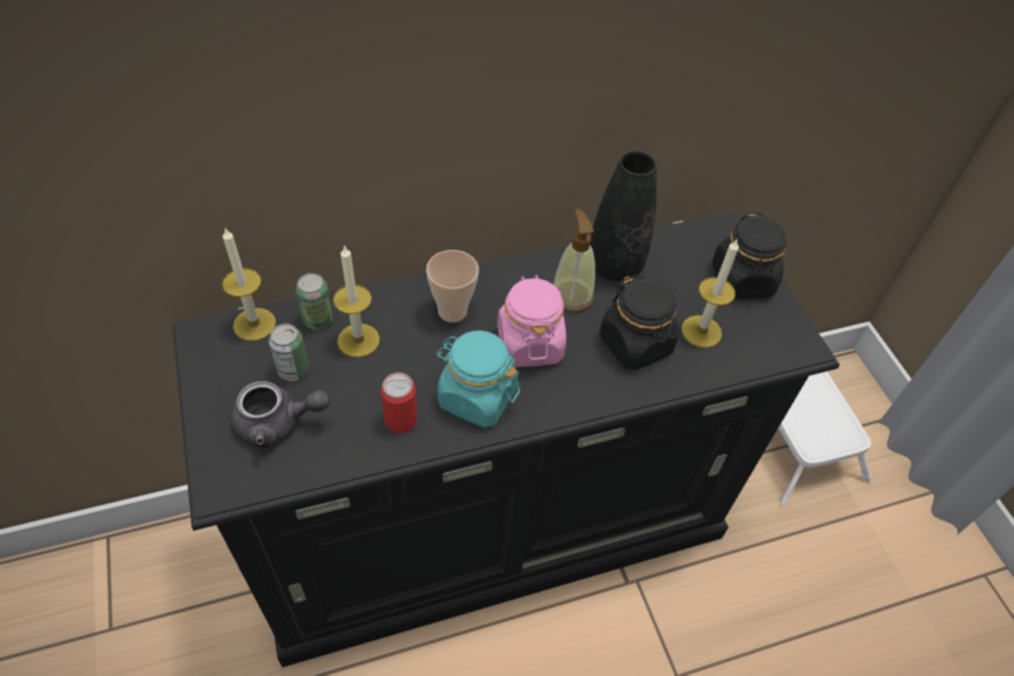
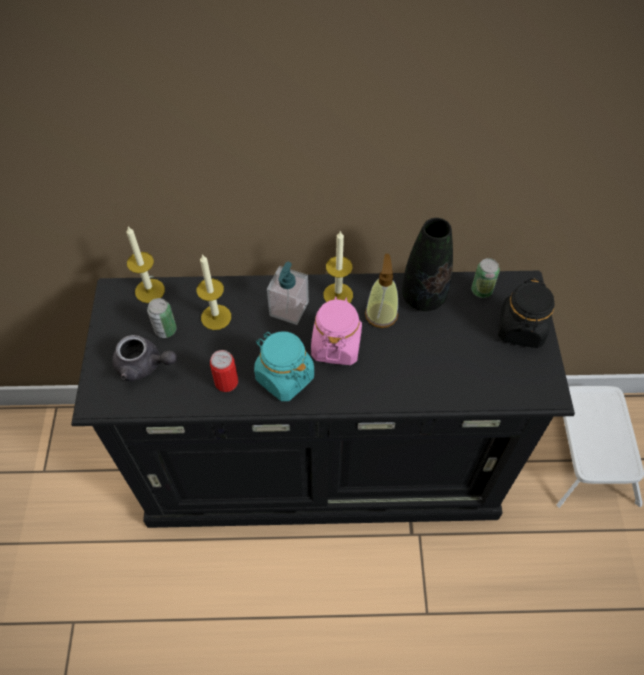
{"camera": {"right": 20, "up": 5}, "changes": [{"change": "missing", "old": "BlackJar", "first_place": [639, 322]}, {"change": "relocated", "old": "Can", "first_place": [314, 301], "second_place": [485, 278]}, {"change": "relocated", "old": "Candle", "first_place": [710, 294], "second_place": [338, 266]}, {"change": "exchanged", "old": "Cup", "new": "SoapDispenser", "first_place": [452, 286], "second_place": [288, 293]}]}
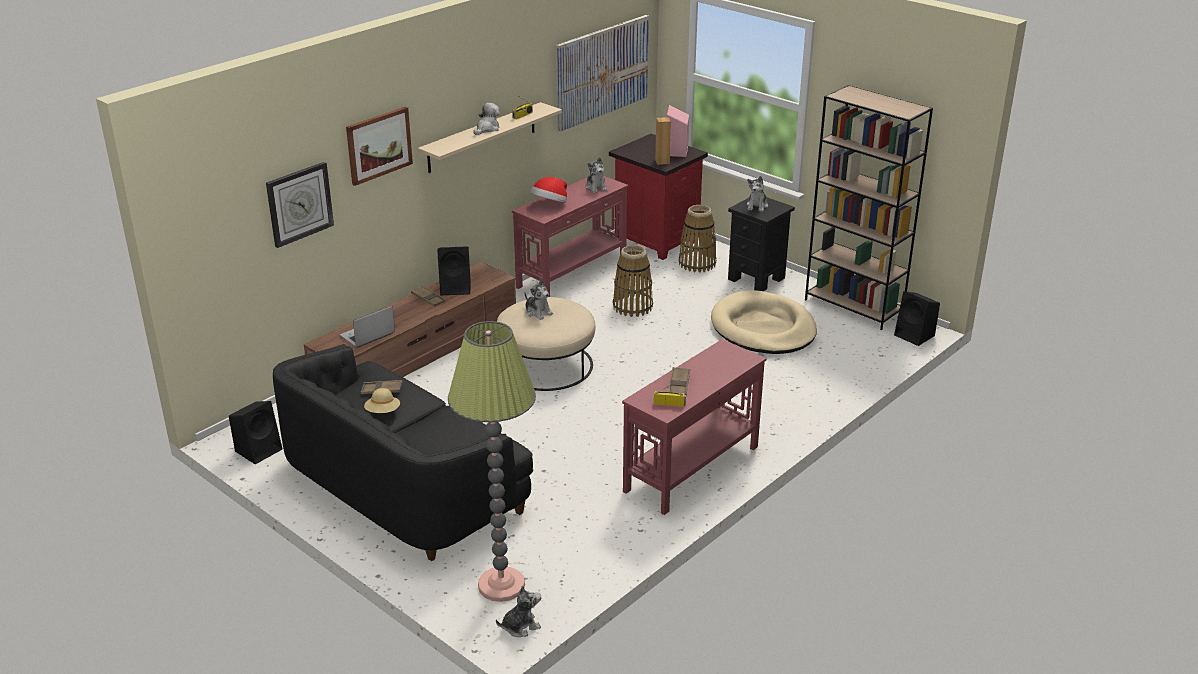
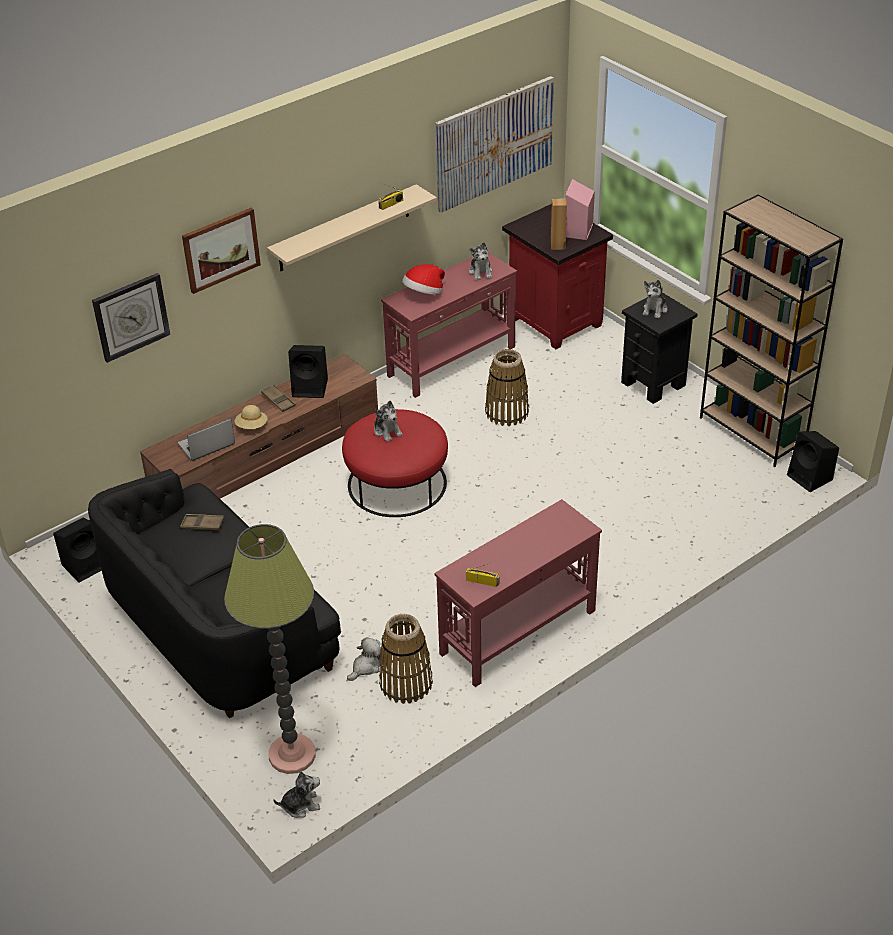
{"camera": {"right": 10, "up": 10}, "changes": [{"change": "missing", "old": "BrownTray", "first_place": [679, 381]}, {"change": "missing", "old": "BeigeDogBed", "first_place": [764, 322]}, {"change": "relocated", "old": "BeigeHat", "first_place": [382, 400], "second_place": [251, 417]}, {"change": "relocated", "old": "PlushToy", "first_place": [486, 119], "second_place": [364, 659]}, {"change": "relocated", "old": "Basket", "first_place": [697, 239], "second_place": [406, 659]}, {"change": "colour", "old": "BeigeOttoman", "new": "RedOttoman", "first_place": [546, 344], "second_place": [395, 463]}]}
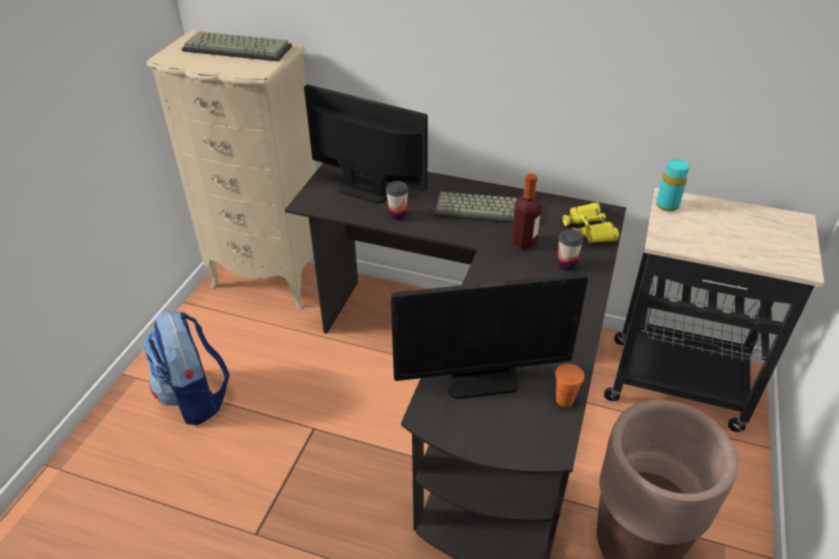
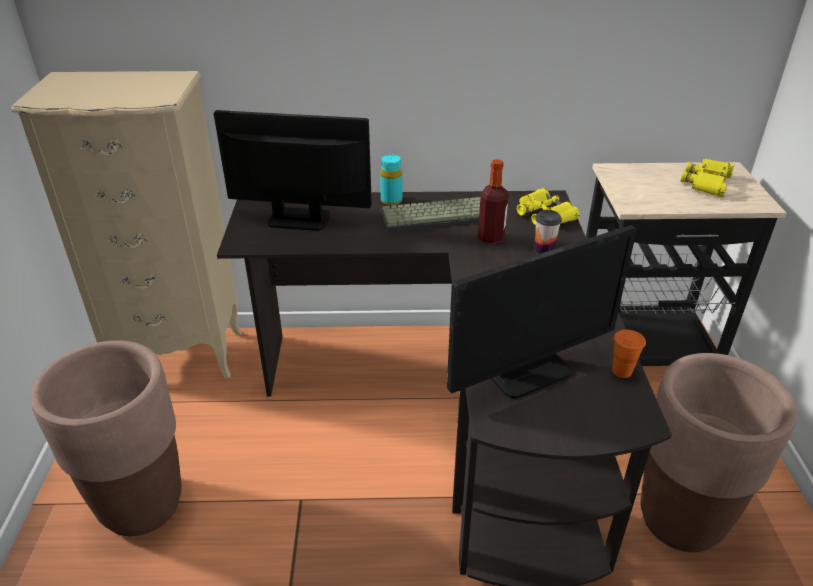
{"camera": {"right": -20, "up": -5}, "changes": [{"change": "missing", "old": "Keyboard", "first_place": [237, 46]}, {"change": "missing", "old": "Cup", "first_place": [397, 201]}, {"change": "appeared", "new": "YellowBinoculars", "second_place": [707, 177]}, {"change": "relocated", "old": "TurquoiseBottle", "first_place": [672, 185], "second_place": [391, 180]}, {"change": "exchanged", "old": "Backpack", "new": "BrownPlanter", "first_place": [187, 367], "second_place": [106, 438]}]}
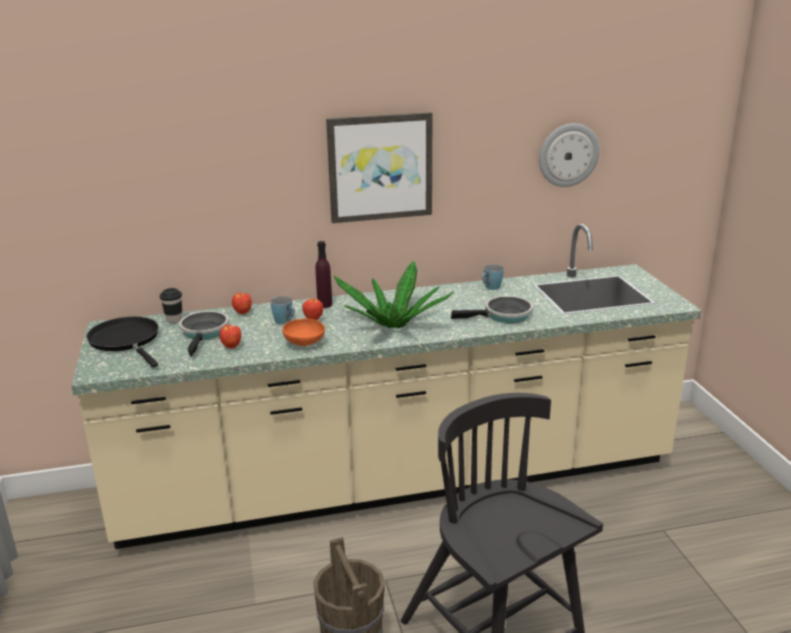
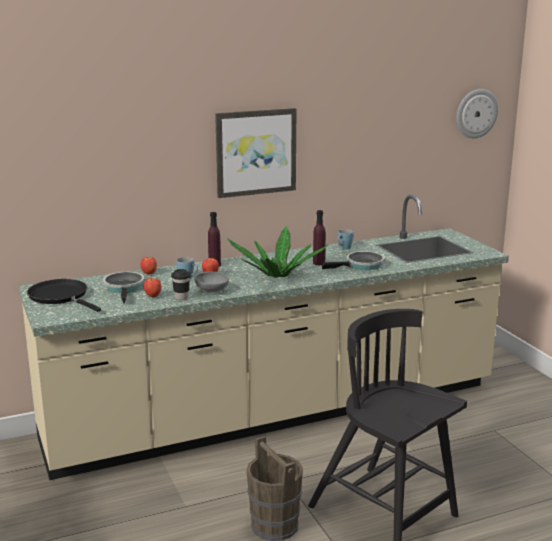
{"camera": {"right": -10, "up": -5}, "changes": [{"change": "appeared", "new": "PurpleBottle", "second_place": [319, 237]}, {"change": "relocated", "old": "BlackCup", "first_place": [171, 305], "second_place": [180, 284]}, {"change": "relocated", "old": "WallClock", "first_place": [569, 155], "second_place": [477, 113]}, {"change": "colour", "old": "OrangeBowl", "new": "GreyBowl", "first_place": [303, 332], "second_place": [212, 282]}]}
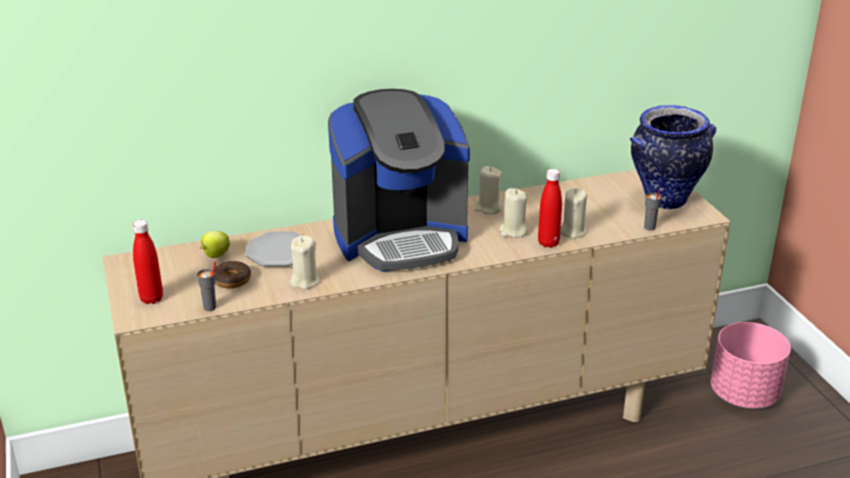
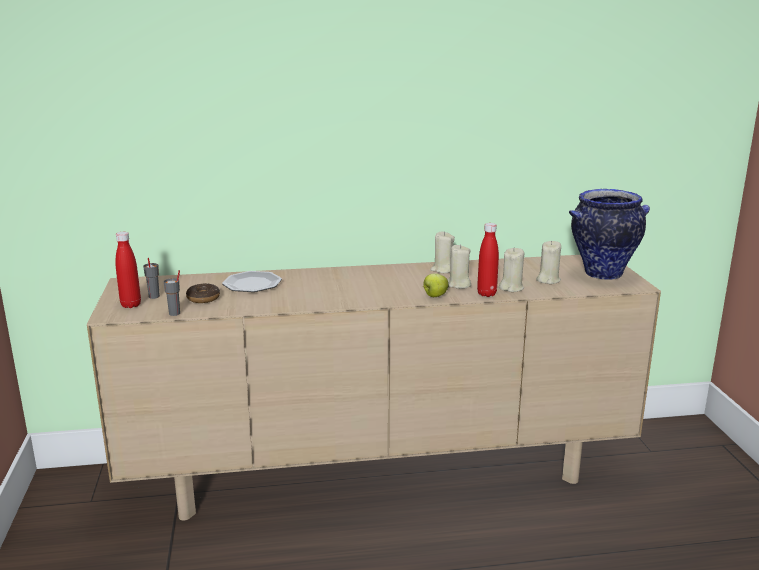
{"camera": {"right": 10, "up": -10}, "changes": [{"change": "missing", "old": "CoffeeMachine", "first_place": [399, 180]}, {"change": "missing", "old": "PinkPlanter", "first_place": [751, 365]}, {"change": "relocated", "old": "Apple", "first_place": [215, 244], "second_place": [436, 285]}, {"change": "relocated", "old": "BeigeCandle", "first_place": [304, 262], "second_place": [548, 262]}, {"change": "relocated", "old": "GreyCup", "first_place": [653, 210], "second_place": [151, 278]}]}
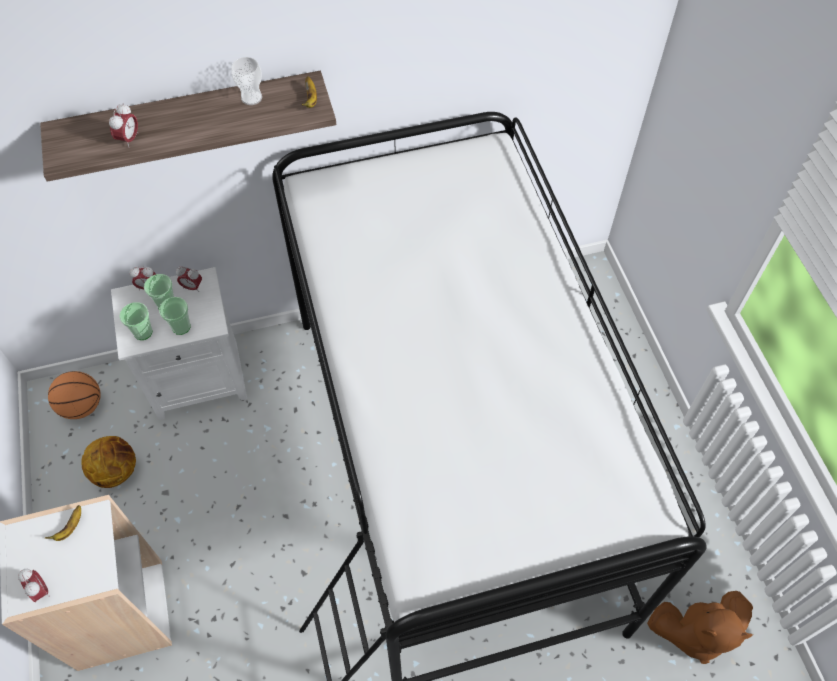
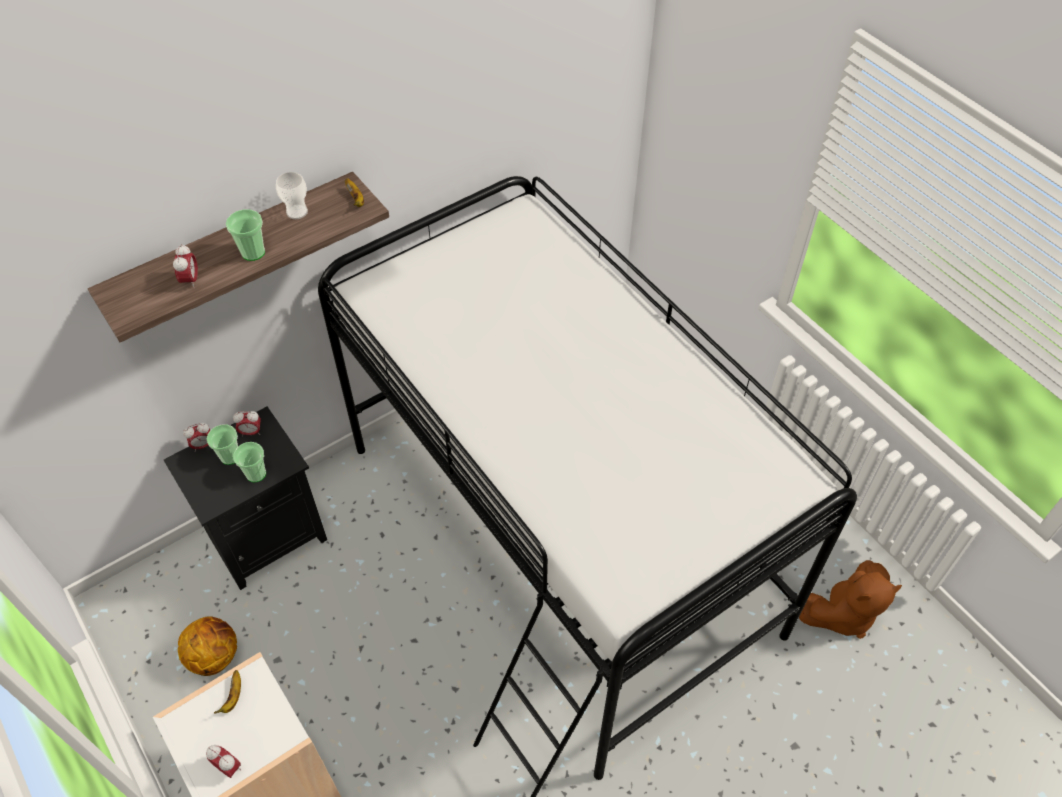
{"camera": {"right": -20, "up": -5}, "changes": [{"change": "missing", "old": "Basketball", "first_place": [74, 395]}, {"change": "relocated", "old": "Cup", "first_place": [136, 321], "second_place": [245, 235]}, {"change": "colour", "old": "WhiteNightstand", "new": "BlackNightstand", "first_place": [179, 343], "second_place": [245, 498]}]}
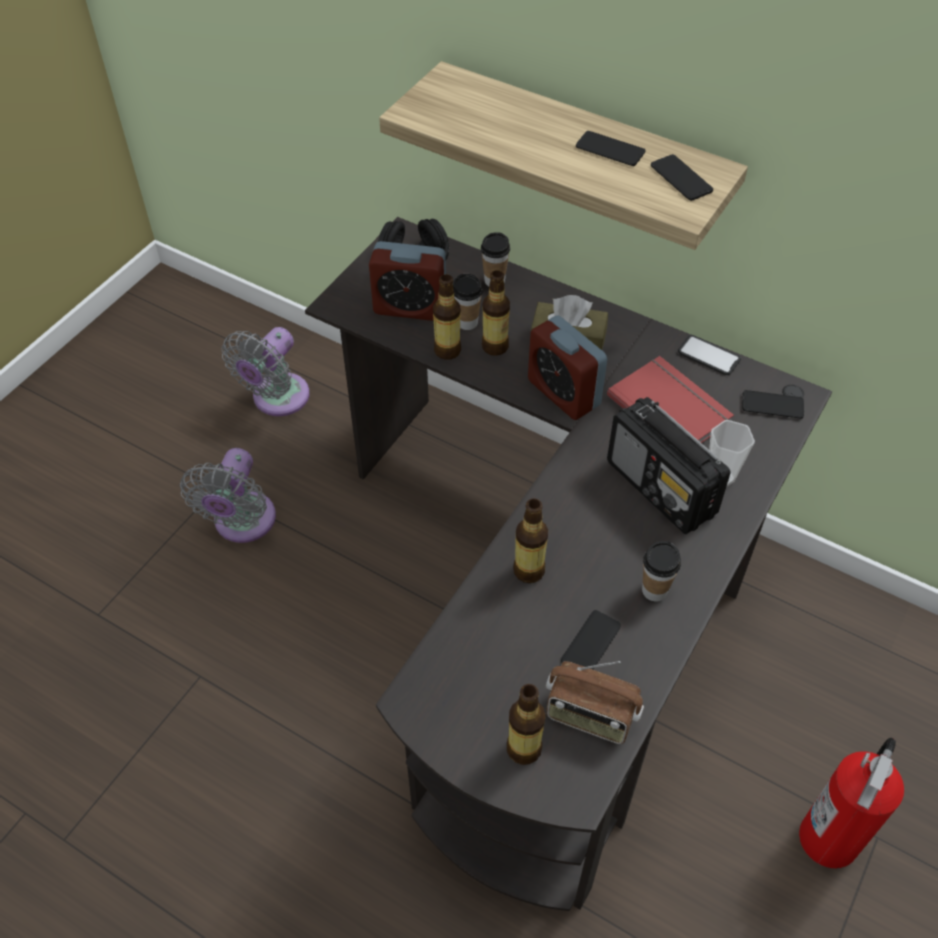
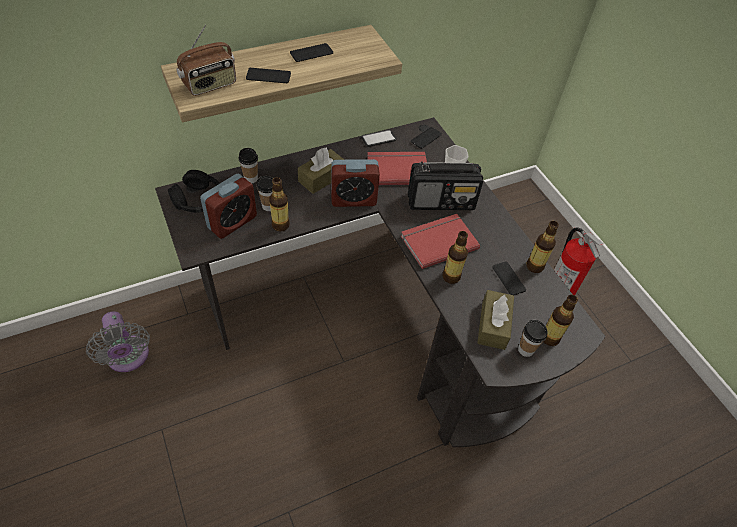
{"camera": {"right": -60, "up": 0}, "changes": [{"change": "missing", "old": "GreyFan", "first_place": [228, 495]}, {"change": "appeared", "new": "RedBook", "second_place": [440, 241]}, {"change": "appeared", "new": "BrownTissueBox", "second_place": [495, 320]}, {"change": "relocated", "old": "Bottle", "first_place": [496, 313], "second_place": [542, 247]}, {"change": "relocated", "old": "Radio", "first_place": [595, 702], "second_place": [206, 60]}, {"change": "relocated", "old": "Cup", "first_place": [661, 571], "second_place": [532, 338]}, {"change": "relocated", "old": "Phone", "first_place": [682, 177], "second_place": [268, 75]}]}
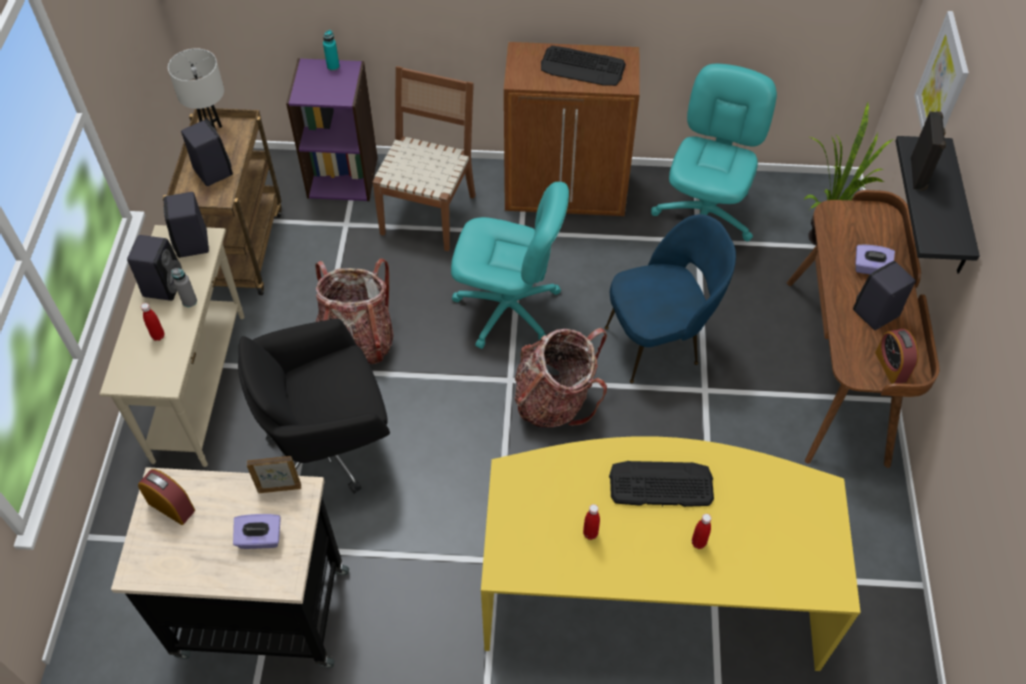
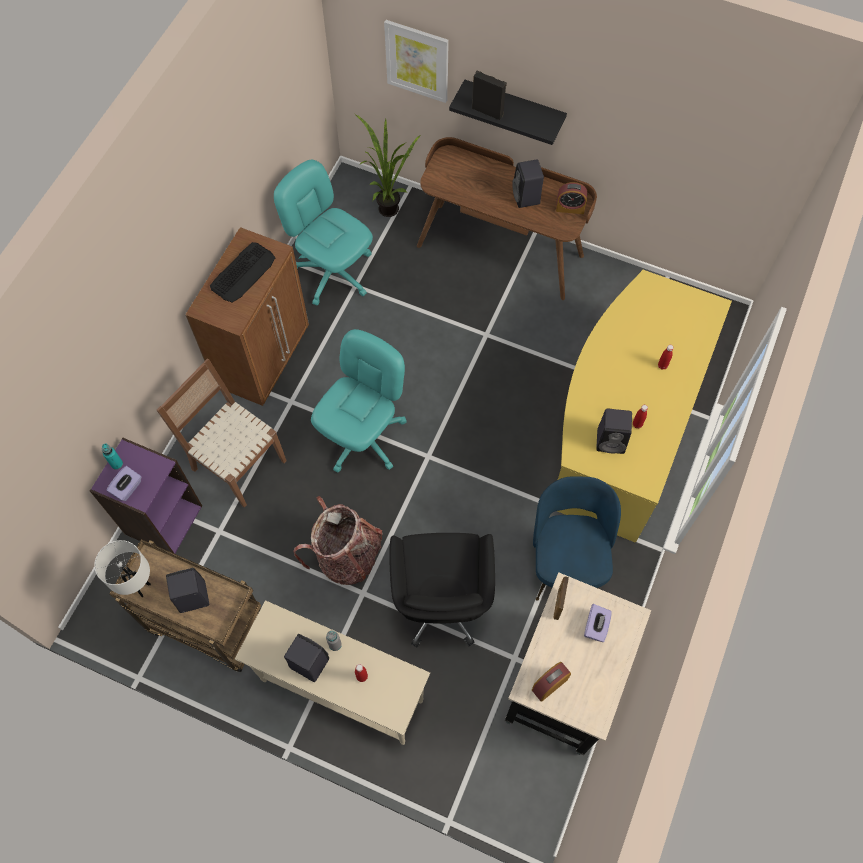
{"camera": {"right": -70, "up": 10}, "changes": [{"change": "missing", "old": "Backpack", "first_place": [561, 378]}, {"change": "missing", "old": "Keyboard", "first_place": [661, 484]}, {"change": "relocated", "old": "BlackSpeaker", "first_place": [186, 225], "second_place": [614, 431]}, {"change": "relocated", "old": "BlueChair", "first_place": [670, 298], "second_place": [577, 539]}, {"change": "relocated", "old": "PurpleTissueBox", "first_place": [875, 259], "second_place": [124, 483]}]}
